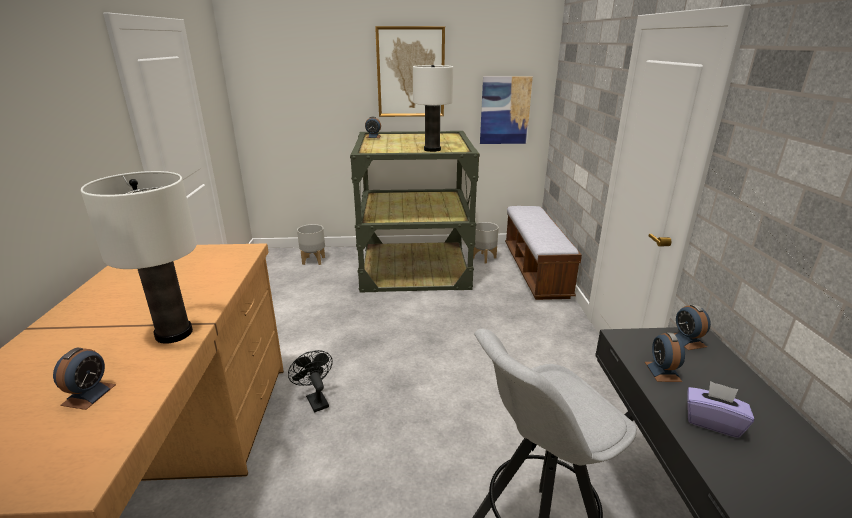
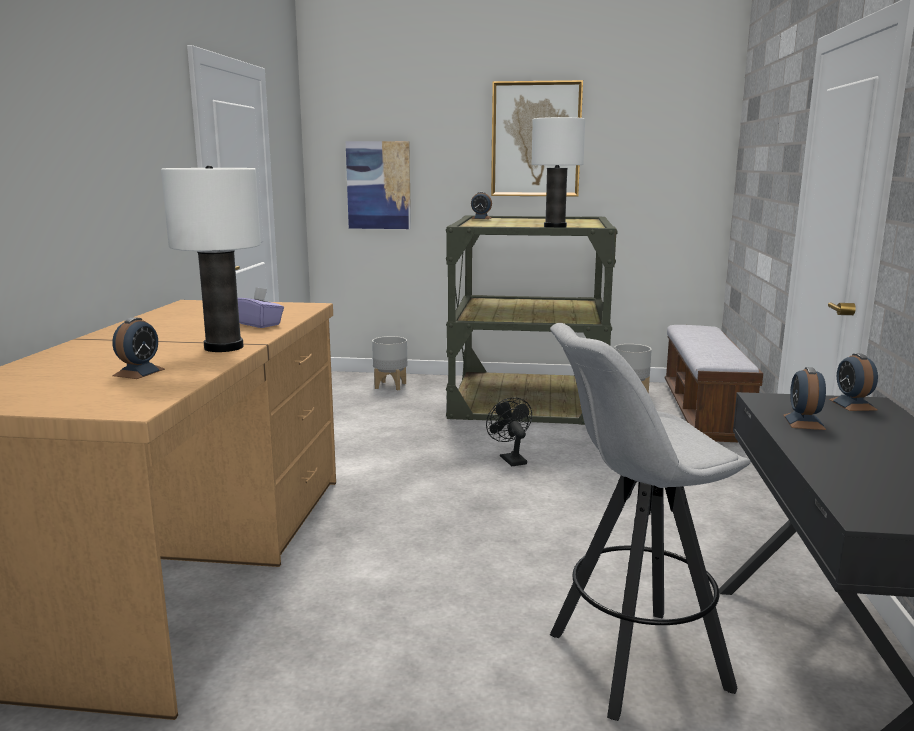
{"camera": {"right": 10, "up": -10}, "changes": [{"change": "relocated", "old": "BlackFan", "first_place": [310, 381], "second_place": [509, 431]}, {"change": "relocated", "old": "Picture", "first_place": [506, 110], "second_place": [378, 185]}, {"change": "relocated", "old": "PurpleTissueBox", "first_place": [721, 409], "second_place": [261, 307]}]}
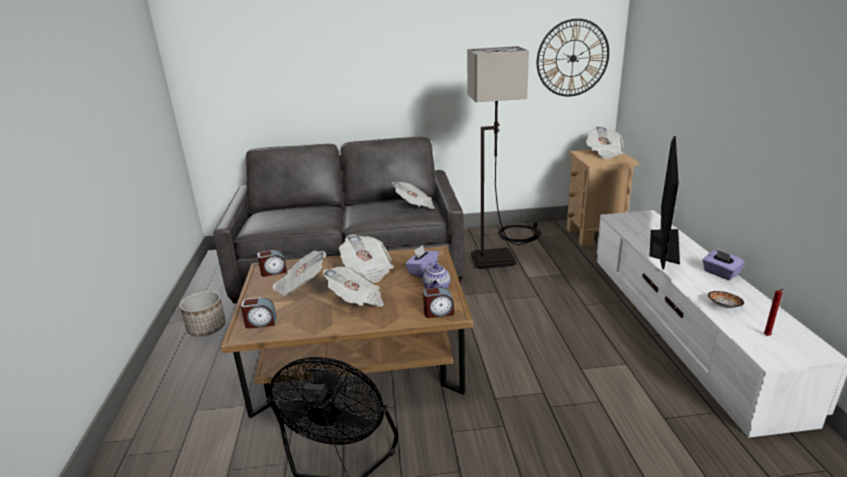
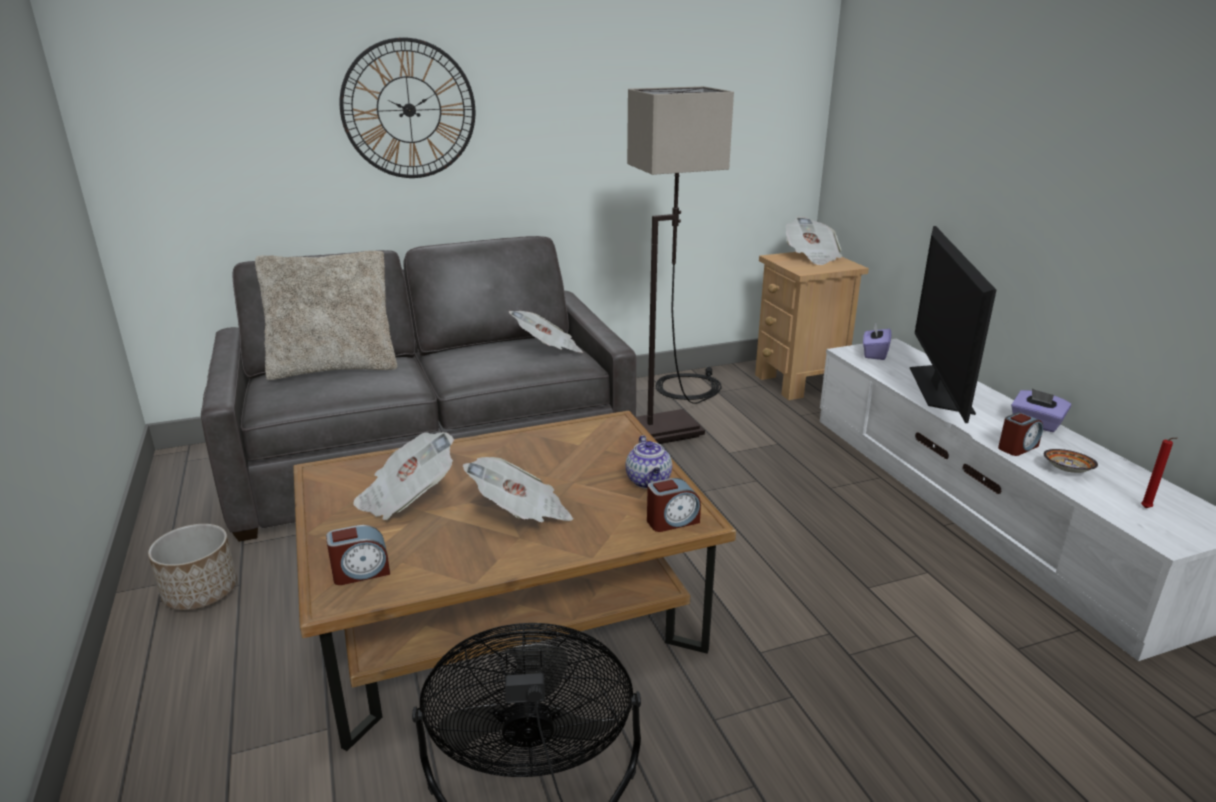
{"camera": {"right": -15, "up": 0}, "changes": [{"change": "missing", "old": "Newspaper", "first_place": [366, 258]}, {"change": "appeared", "new": "BeigePillow", "second_place": [326, 315]}, {"change": "relocated", "old": "AlarmClock", "first_place": [272, 263], "second_place": [1020, 434]}, {"change": "relocated", "old": "PurpleTissueBox", "first_place": [422, 261], "second_place": [877, 341]}, {"change": "relocated", "old": "WallClock", "first_place": [573, 58], "second_place": [407, 107]}]}
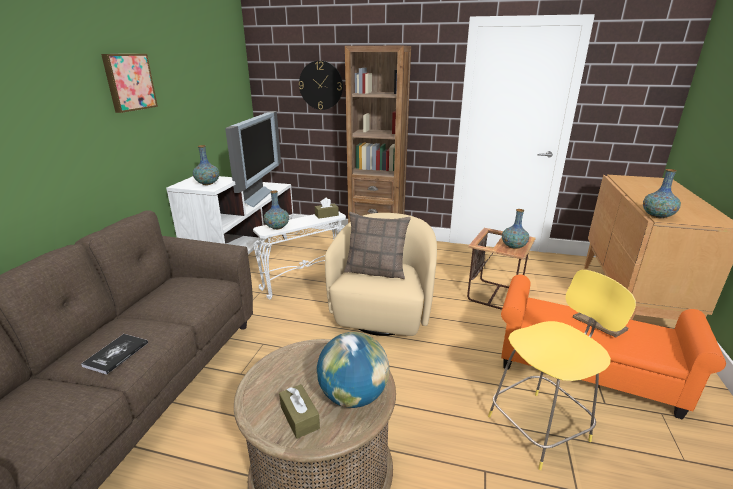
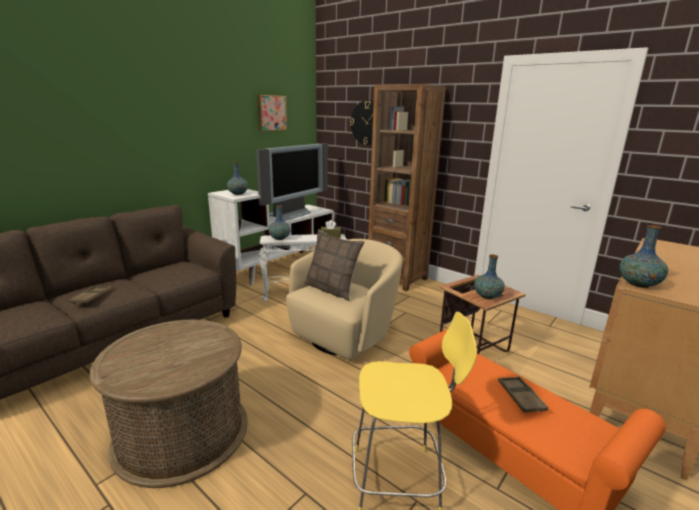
{"camera": {"right": 25, "up": -5}, "changes": [{"change": "missing", "old": "BrownTissueBox", "first_place": [299, 411]}, {"change": "missing", "old": "Globe", "first_place": [353, 370]}, {"change": "relocated", "old": "Picture", "first_place": [129, 83], "second_place": [272, 113]}, {"change": "exchanged", "old": "Book", "new": "BrownTray", "first_place": [114, 354], "second_place": [90, 295]}]}
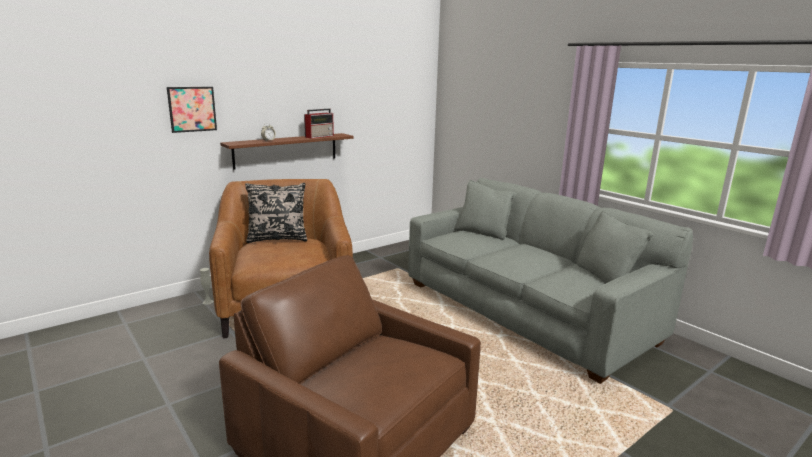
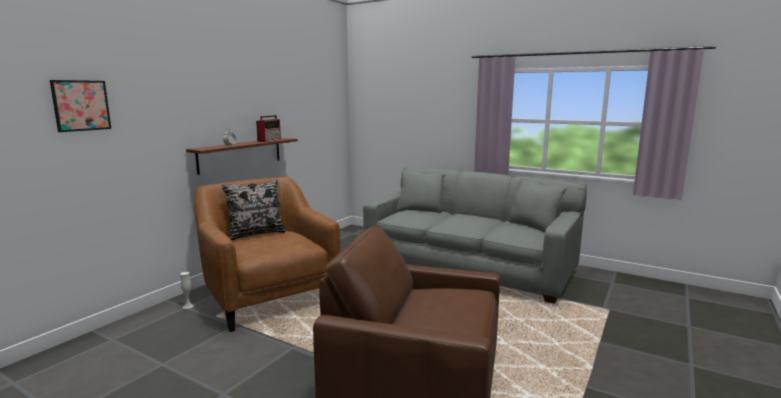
{"camera": {"right": -20, "up": -5}, "changes": [{"change": "relocated", "old": "Picture", "first_place": [192, 110], "second_place": [80, 106]}]}
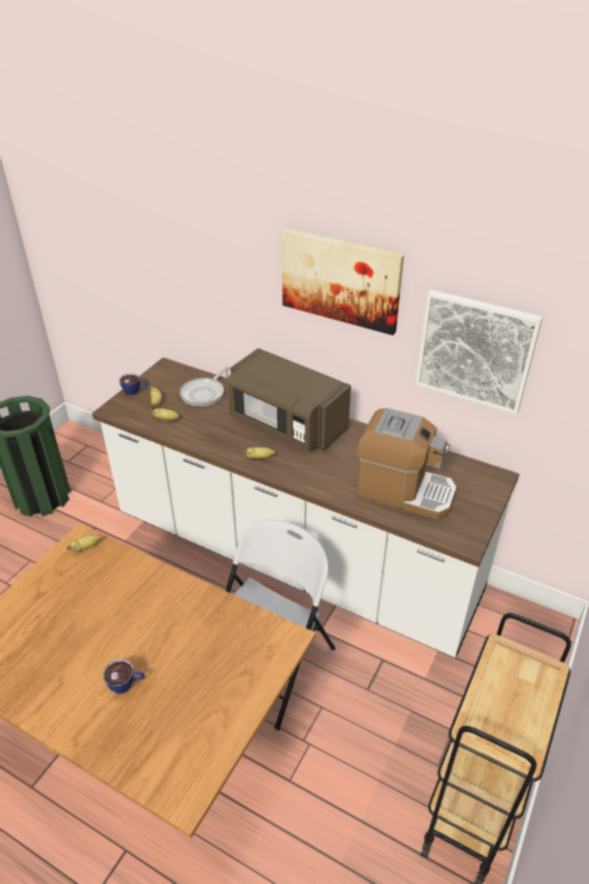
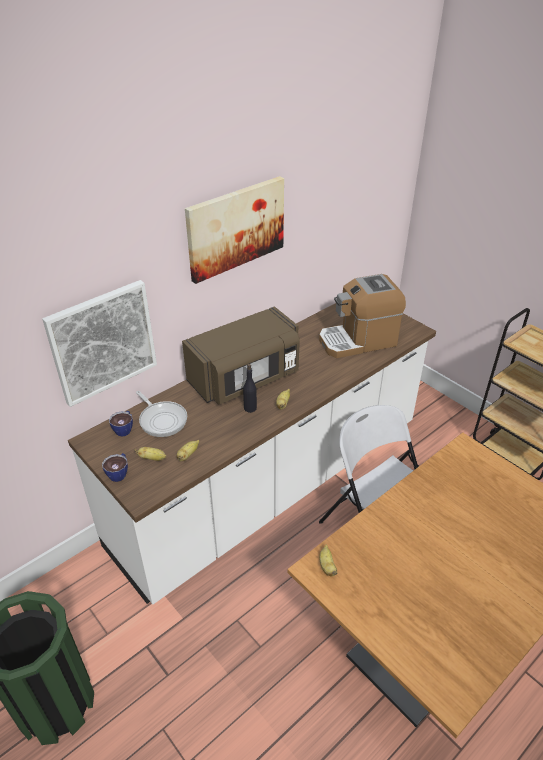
{"camera": {"right": -70, "up": 0}, "changes": [{"change": "appeared", "new": "BlackBottle", "second_place": [250, 388]}, {"change": "relocated", "old": "Cup", "first_place": [123, 676], "second_place": [121, 424]}, {"change": "relocated", "old": "Picture", "first_place": [479, 352], "second_place": [99, 343]}, {"change": "spun", "old": "CoffeeMachine", "first_place": [407, 464], "second_place": [362, 316], "degrees": -150}]}
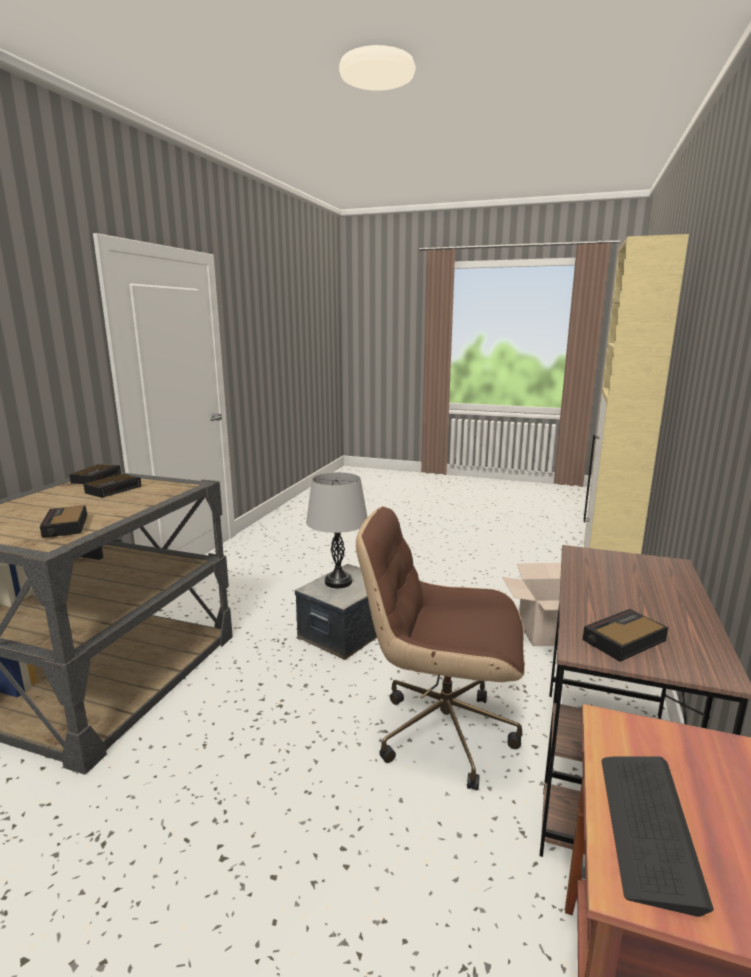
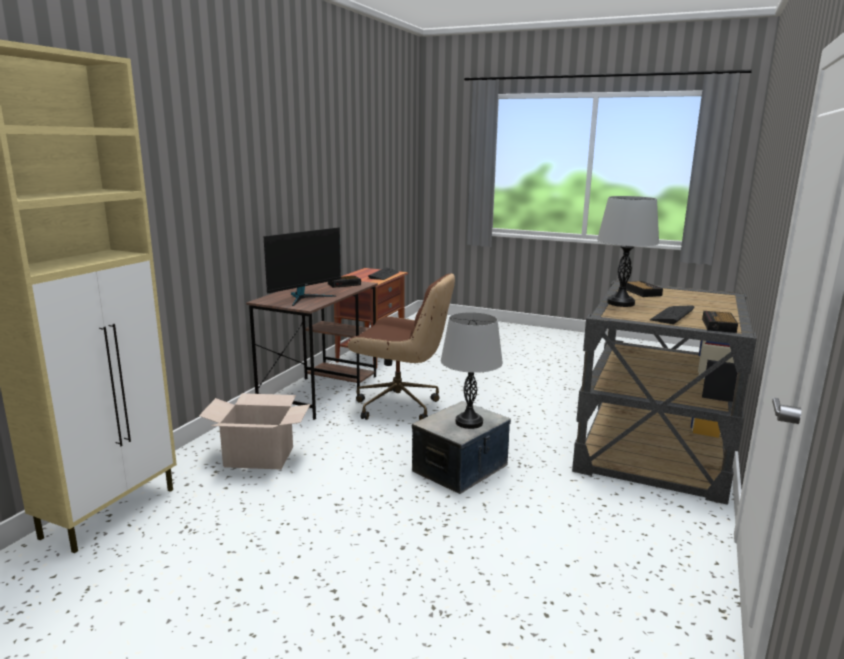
{"camera": {"right": -175, "up": 0}, "changes": [{"change": "appeared", "new": "Monitor", "second_place": [302, 266]}, {"change": "appeared", "new": "GreyTableLamp", "second_place": [628, 251]}, {"change": "exchanged", "old": "AlarmClock", "new": "Keyboard", "first_place": [112, 486], "second_place": [672, 314]}]}
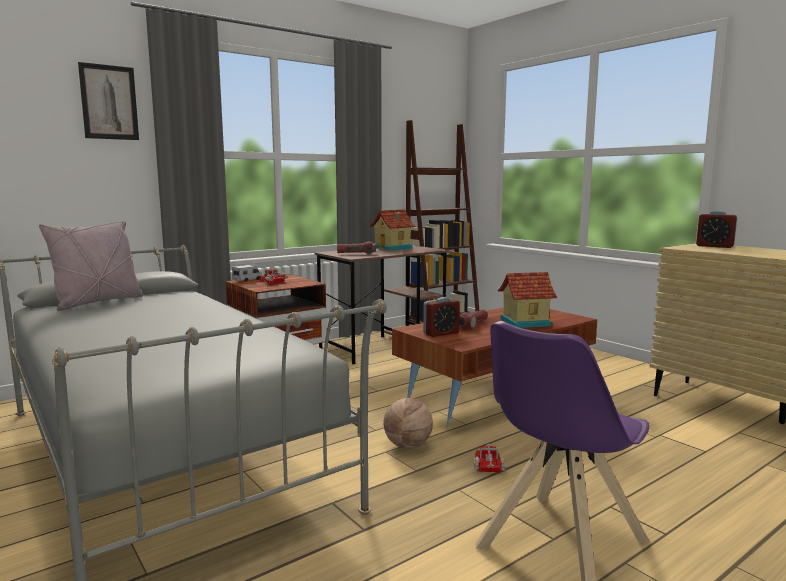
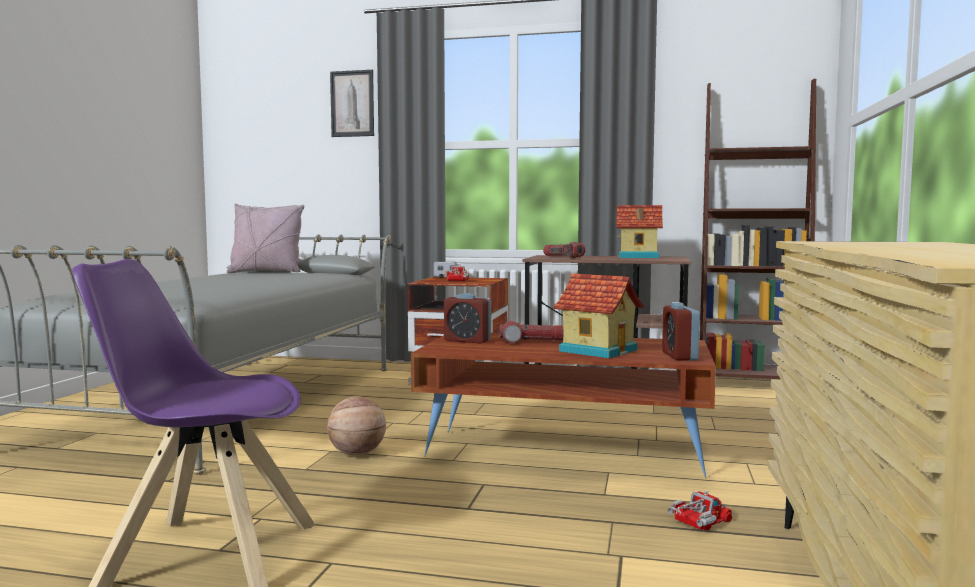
{"camera": {"right": 50, "up": -5}, "changes": [{"change": "relocated", "old": "ToyTruck", "first_place": [490, 458], "second_place": [699, 510]}, {"change": "relocated", "old": "AlarmClock", "first_place": [716, 229], "second_place": [681, 331]}]}
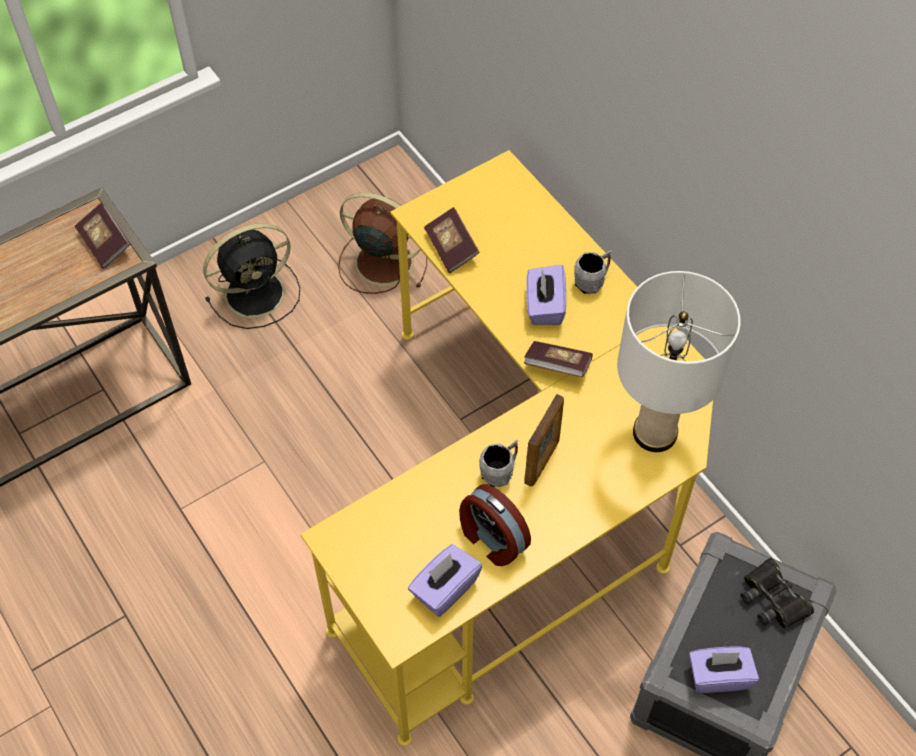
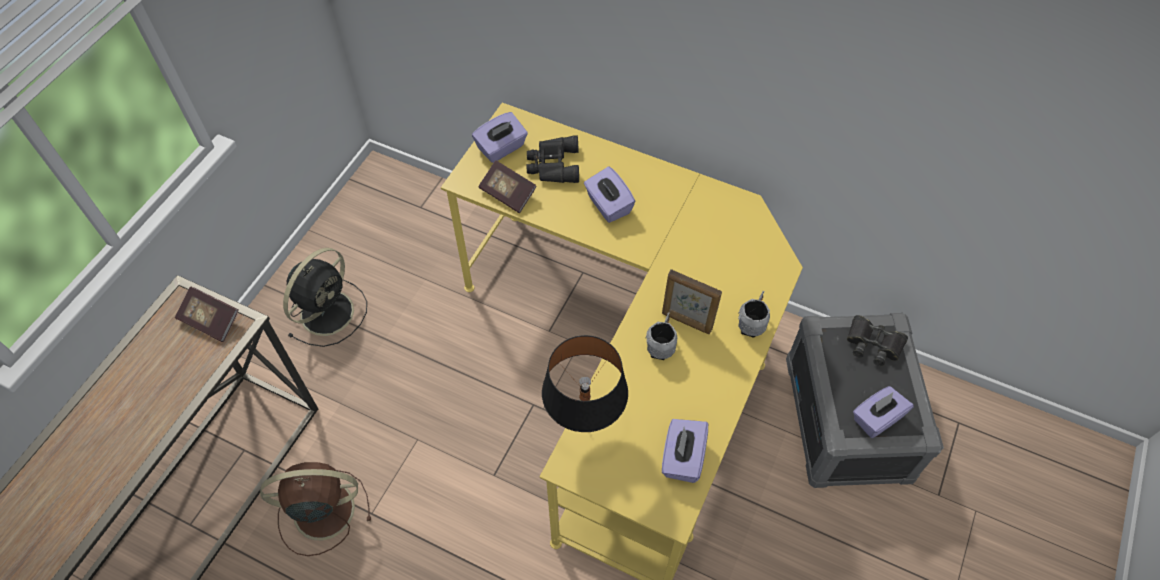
{"camera": {"right": -30, "up": 0}, "changes": [{"change": "missing", "old": "AlarmClock", "first_place": [495, 525]}, {"change": "missing", "old": "Book", "first_place": [558, 359]}, {"change": "missing", "old": "WhiteTableLamp", "first_place": [679, 361]}, {"change": "appeared", "new": "PurpleTissueBox", "second_place": [500, 137]}, {"change": "appeared", "new": "BlackBinoculars", "second_place": [553, 159]}, {"change": "appeared", "new": "BlackTableLamp", "second_place": [585, 383]}, {"change": "relocated", "old": "BrownFan", "first_place": [382, 243], "second_place": [315, 509]}, {"change": "relocated", "old": "GreyMug", "first_place": [593, 272], "second_place": [754, 314]}, {"change": "spun", "old": "PictureFrame", "first_place": [544, 440], "second_place": [692, 302], "degrees": 120}]}
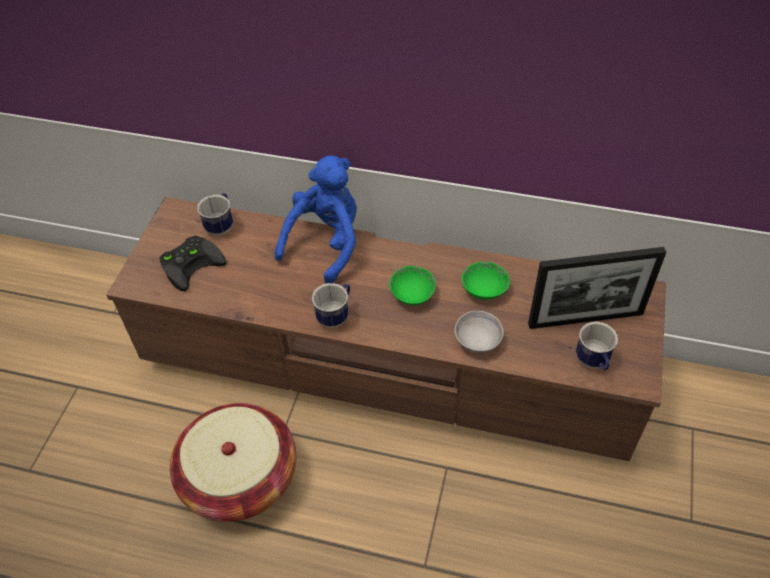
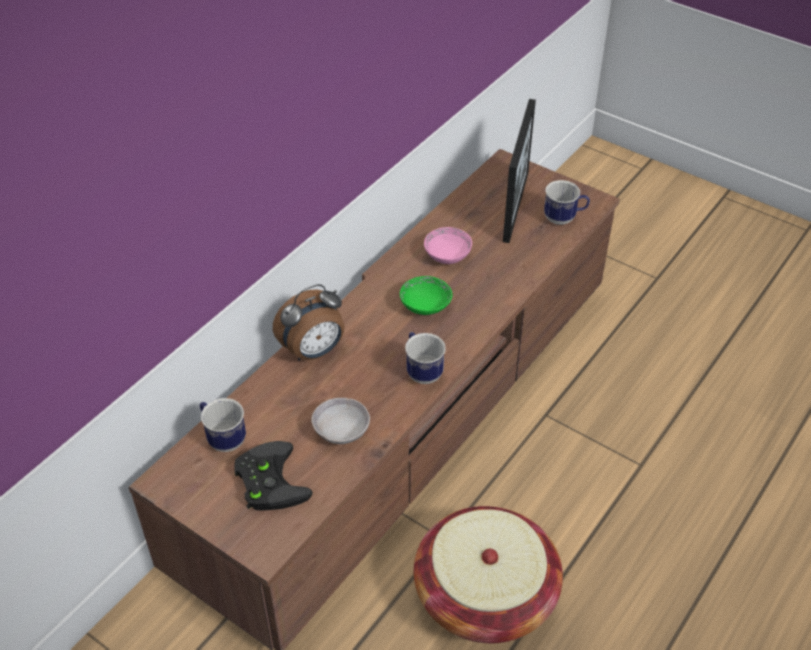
{"camera": {"right": -70, "up": -5}, "changes": [{"change": "relocated", "old": "GreyBowl", "first_place": [479, 332], "second_place": [340, 421]}, {"change": "exchanged", "old": "BluePlushToy", "new": "AlarmClock", "first_place": [316, 219], "second_place": [308, 322]}, {"change": "colour", "old": "GreenBowl", "new": "PinkBowl", "first_place": [486, 281], "second_place": [448, 245]}]}
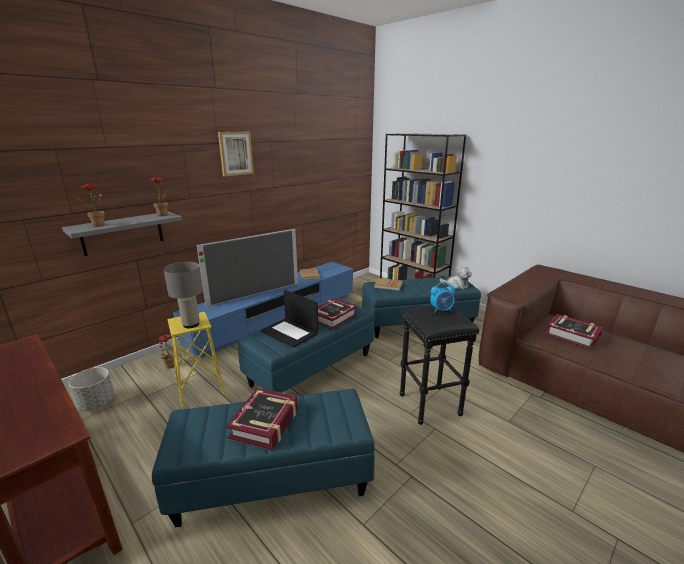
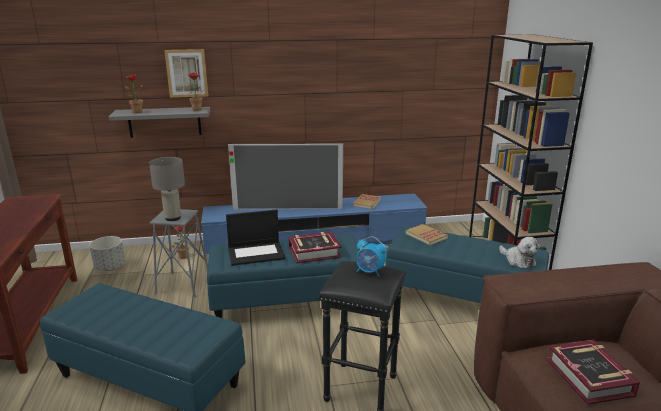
{"camera": {"right": 35, "up": 0}, "changes": [{"change": "missing", "old": "Book", "first_place": [262, 419]}, {"change": "relocated", "old": "Picture", "first_place": [236, 154], "second_place": [186, 73]}, {"change": "colour", "old": "YellowStool", "new": "GreyStool", "first_place": [197, 360], "second_place": [179, 253]}, {"change": "spun", "old": "Laptop", "first_place": [290, 319], "second_place": [255, 237], "degrees": -90}]}
